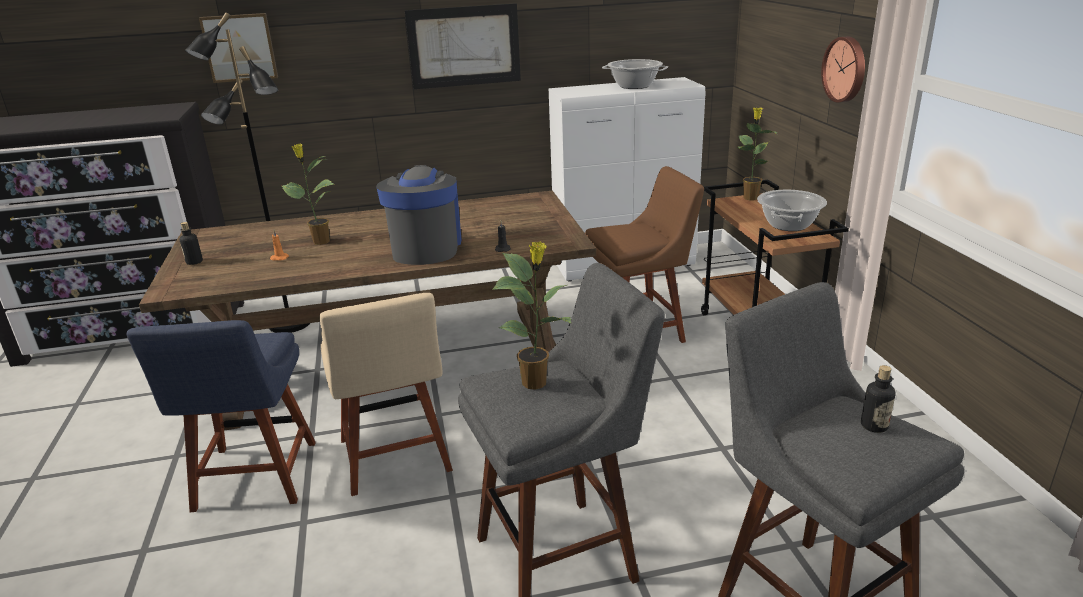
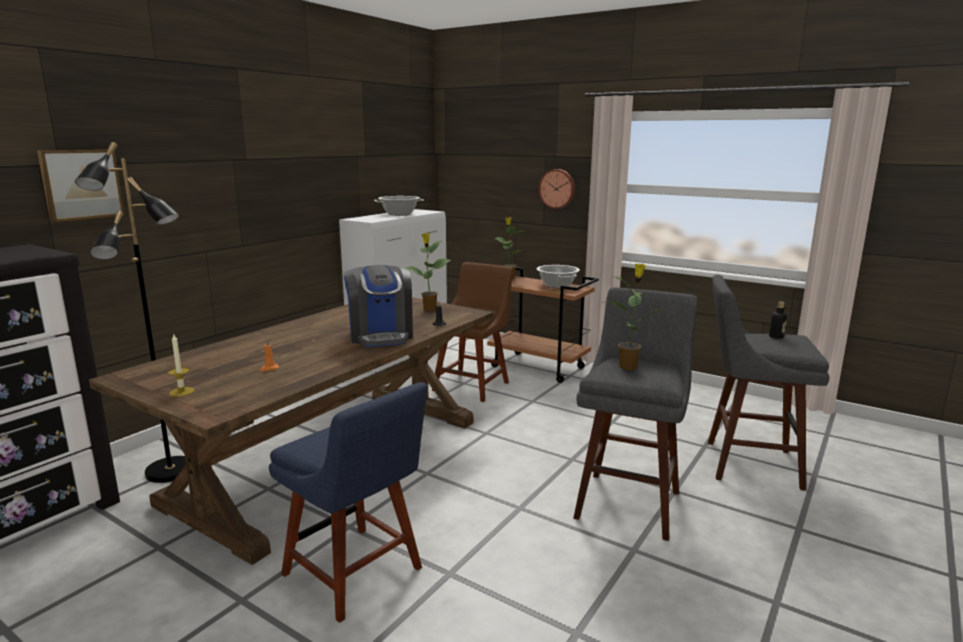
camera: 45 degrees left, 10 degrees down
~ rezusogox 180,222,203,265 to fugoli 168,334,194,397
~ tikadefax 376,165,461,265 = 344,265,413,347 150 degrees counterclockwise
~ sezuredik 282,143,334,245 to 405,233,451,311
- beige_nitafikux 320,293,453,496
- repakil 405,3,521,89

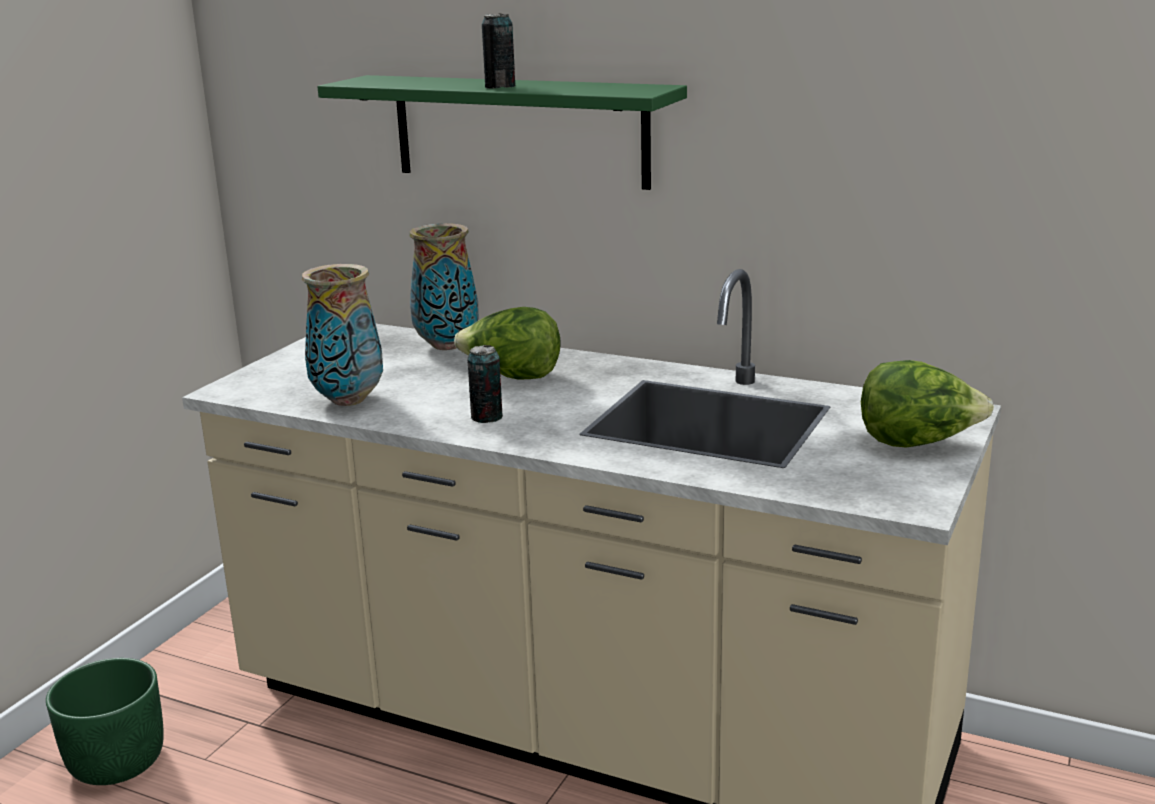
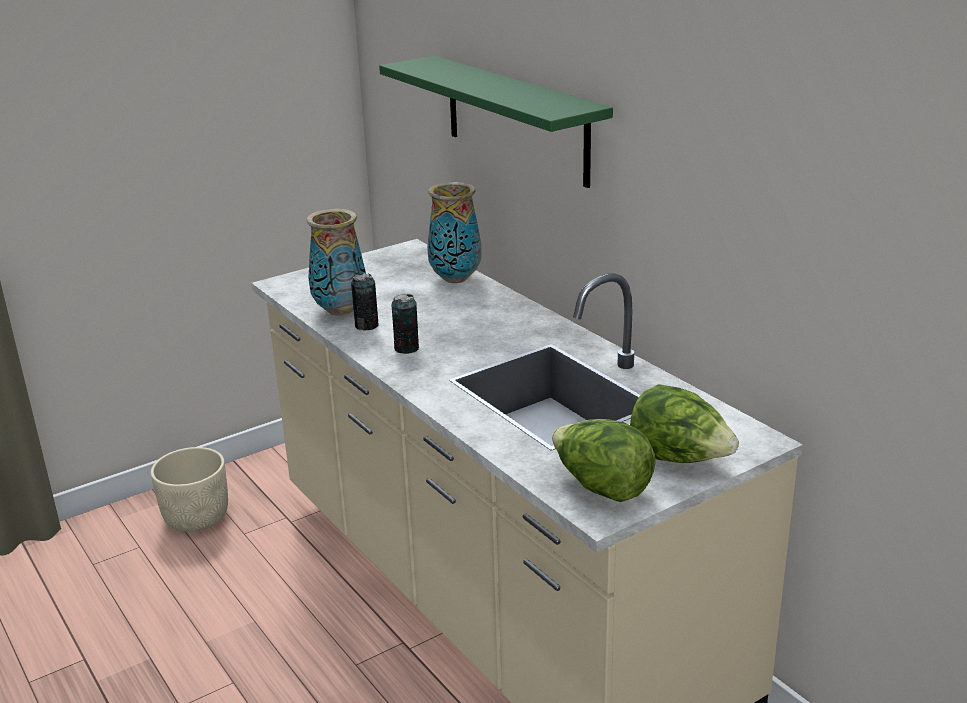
camera: 30 degrees right, 5 degrees up
~ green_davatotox 46,658,164,785 to beige_davatotox 151,447,228,532
~ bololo 482,13,515,89 to 351,273,378,331
~ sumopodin 454,307,561,379 to 552,419,656,502

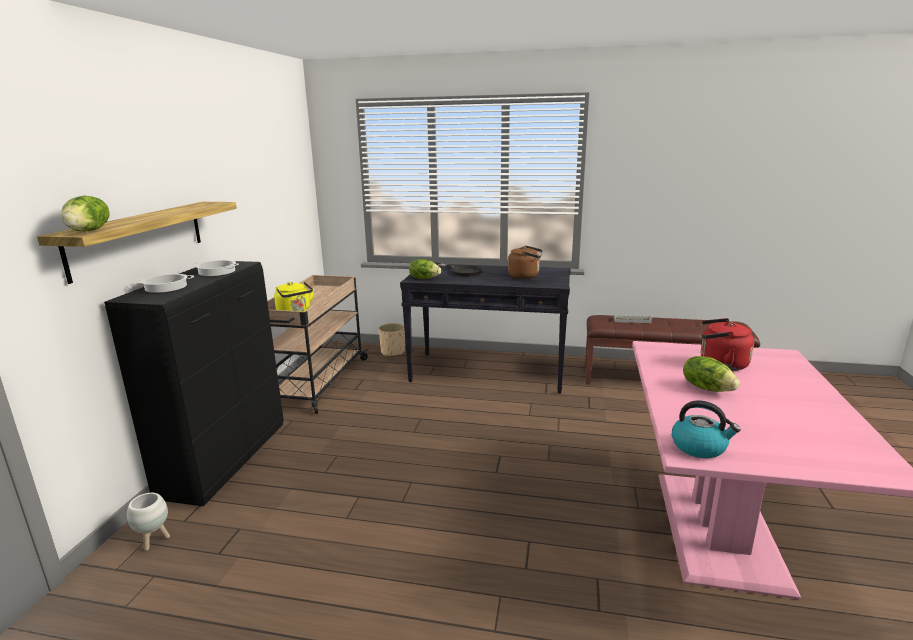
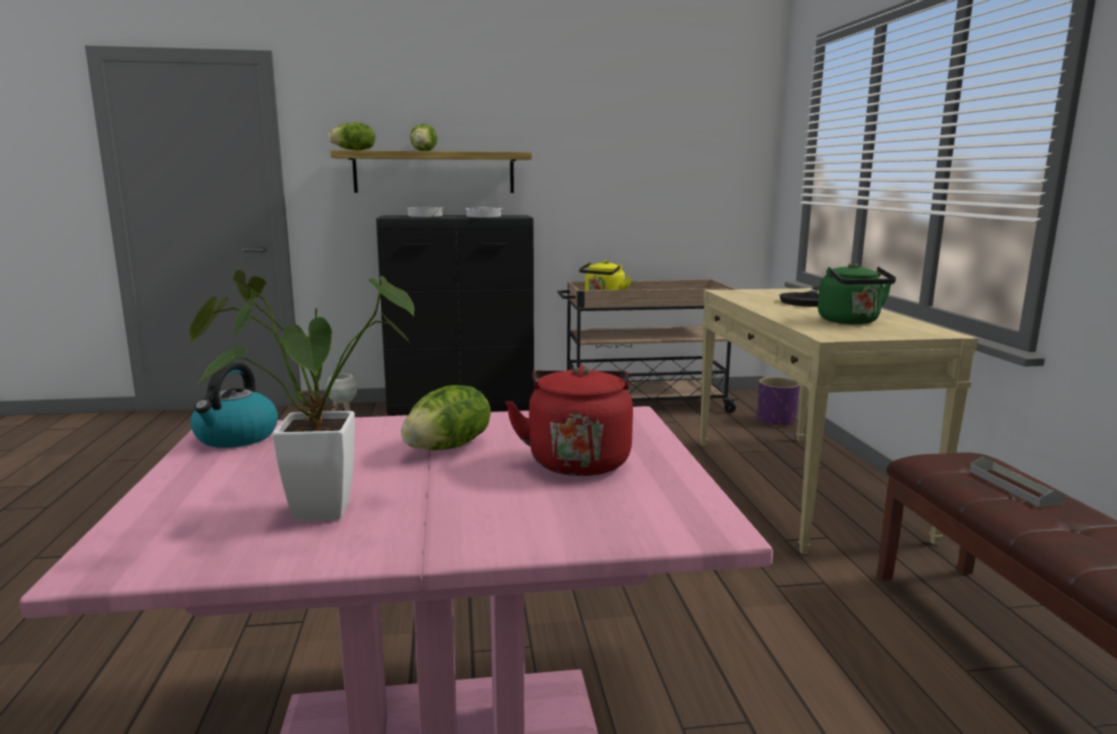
camera: 70 degrees right, 5 degrees down
+ sezuredik 189,270,415,521
~ sumopodin 409,259,441,279 to 410,124,437,151
~ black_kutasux 400,264,571,394 to beige_kutasux 699,288,978,554
~ beige_davatotox 379,323,405,356 to purple_davatotox 757,377,800,427
~ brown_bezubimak 508,246,542,279 to green_bezubimak 818,263,896,324

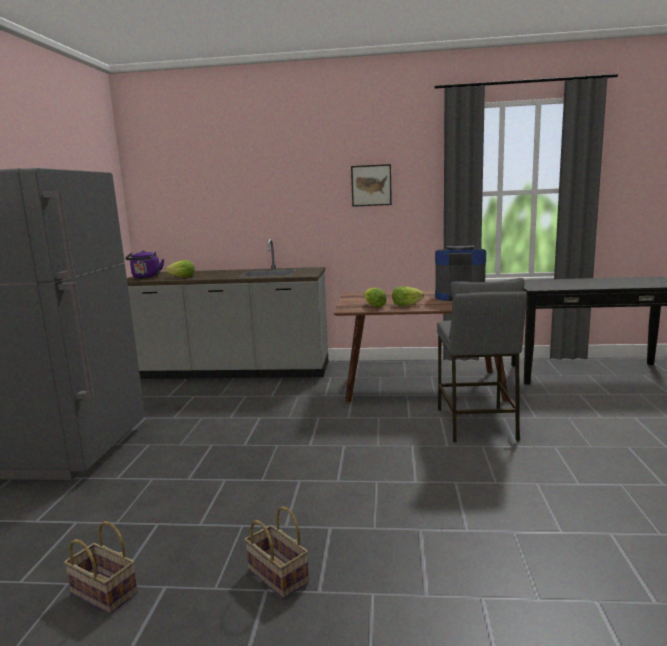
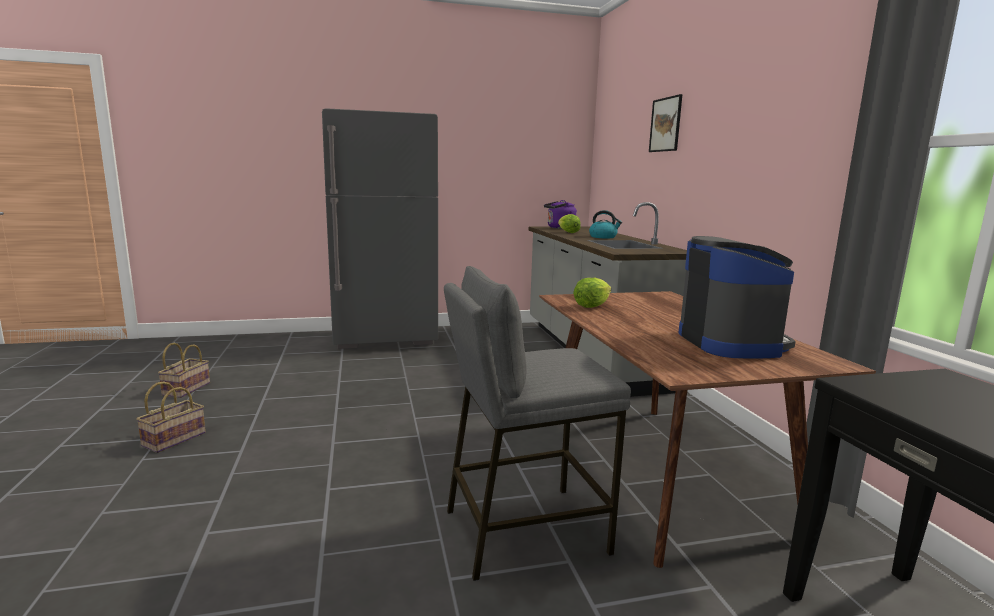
camera: 70 degrees right, 0 degrees up
+ bezubimak 589,210,622,238
~ repakil 351,164,392,207 to 649,94,682,152
- sumopodin 392,286,424,306

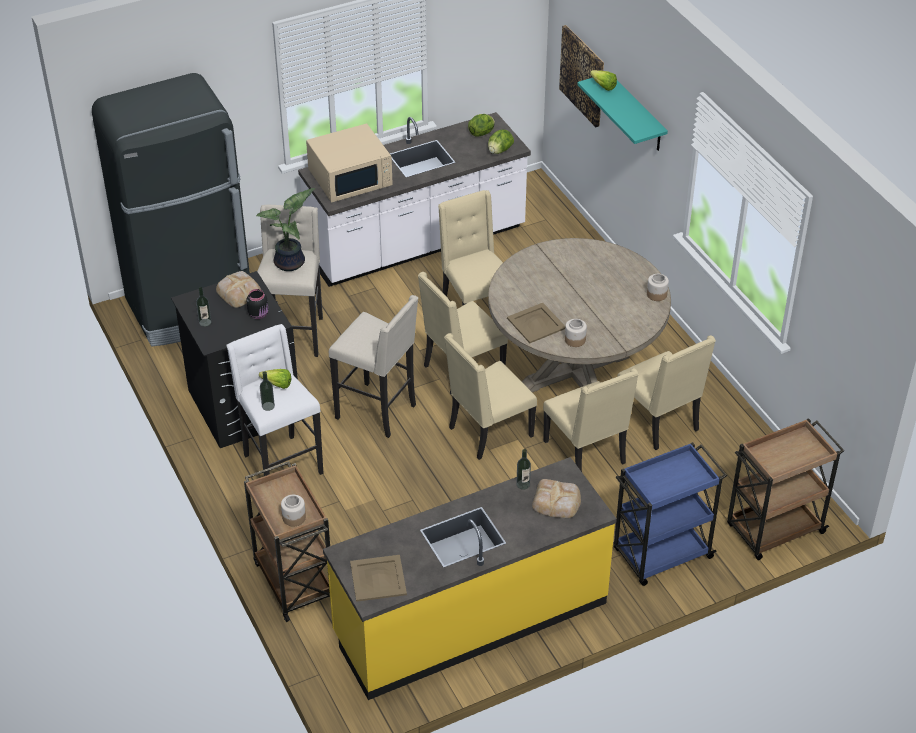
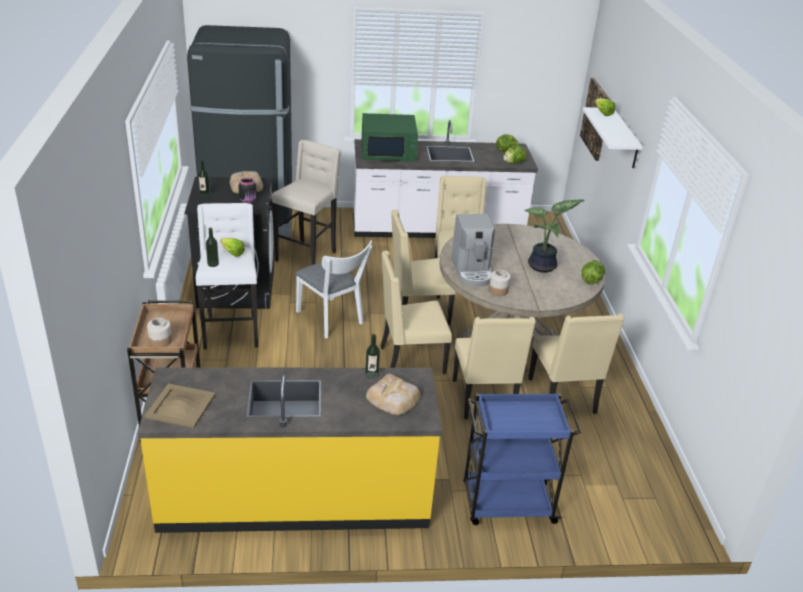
camera: 20 degrees right, 10 degrees down
~ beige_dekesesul 329,295,418,438 to white_nitafikux 295,241,372,338
~ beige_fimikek 306,123,392,202 to green_fimikek 362,113,418,161
~ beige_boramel 507,303,565,343 to tikadefax 451,214,495,287
~ sezuredik 256,188,315,271 to 524,199,585,273
~ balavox 647,274,669,301 to sumopodin 582,260,605,284
~ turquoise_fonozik 577,78,668,151 to white_fonozik 583,107,643,168
- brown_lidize 727,418,844,560

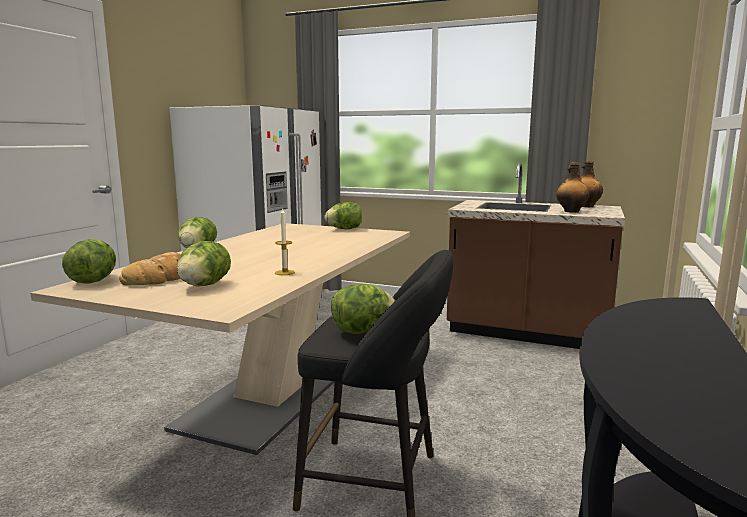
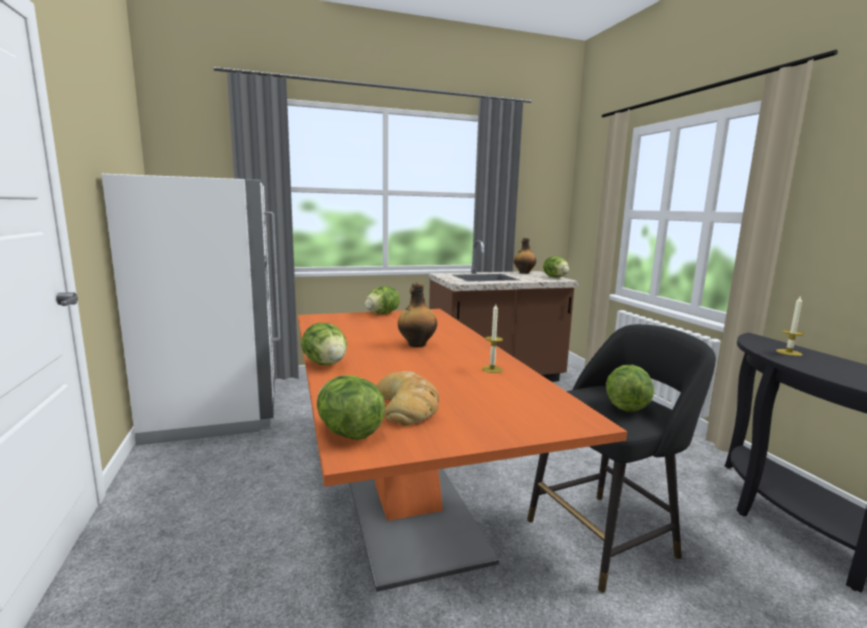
camera: 40 degrees left, 0 degrees up
~ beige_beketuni 30,223,410,455 to orange_beketuni 298,309,627,592
~ rezusogox 556,162,589,213 to 398,283,437,347
~ sumopodin 177,241,231,286 to 543,256,569,278
+ fugoli 776,297,805,356

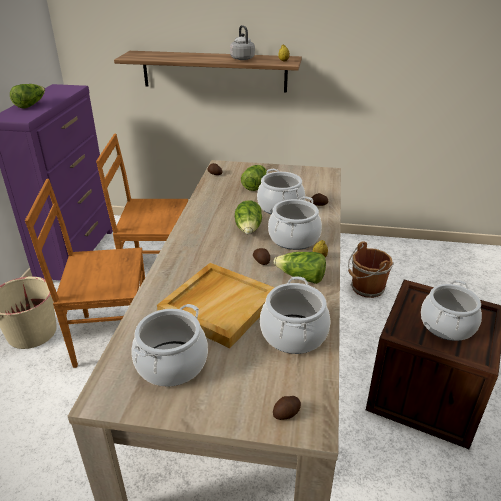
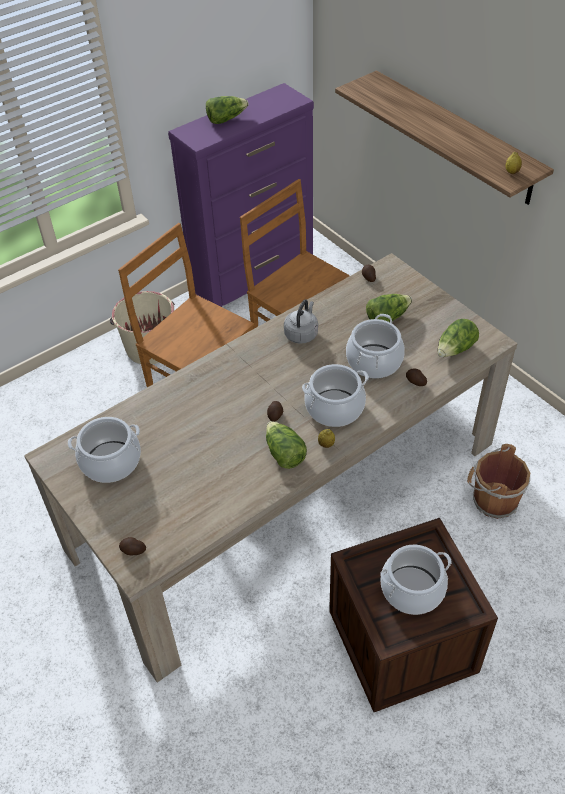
camera: 45 degrees right, 15 degrees up
~ grey_bezubimak 230,25,255,60 to 284,299,318,344
~ sumopodin 235,200,262,234 to 438,319,479,357
- beige_boramel 157,263,275,348
- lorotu 260,276,330,354

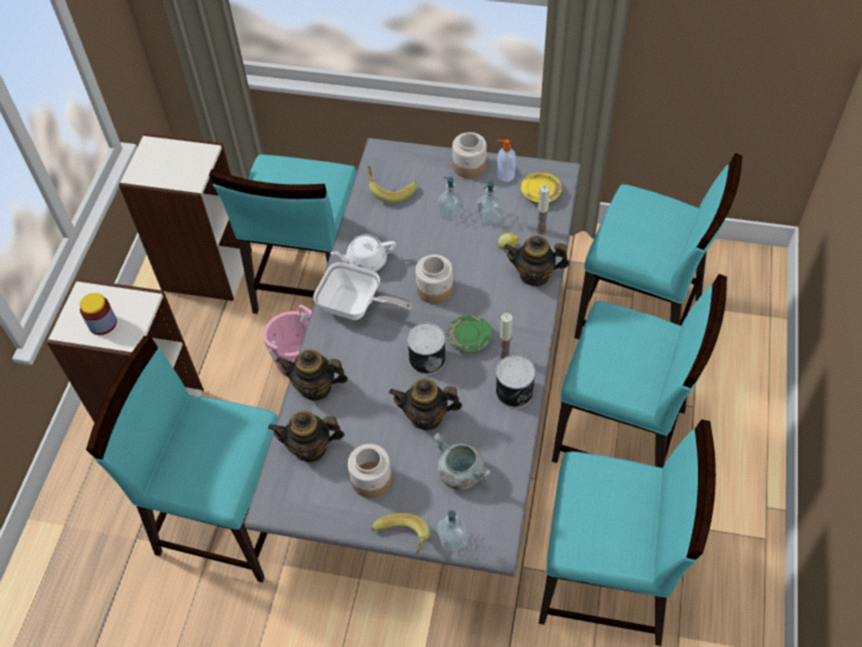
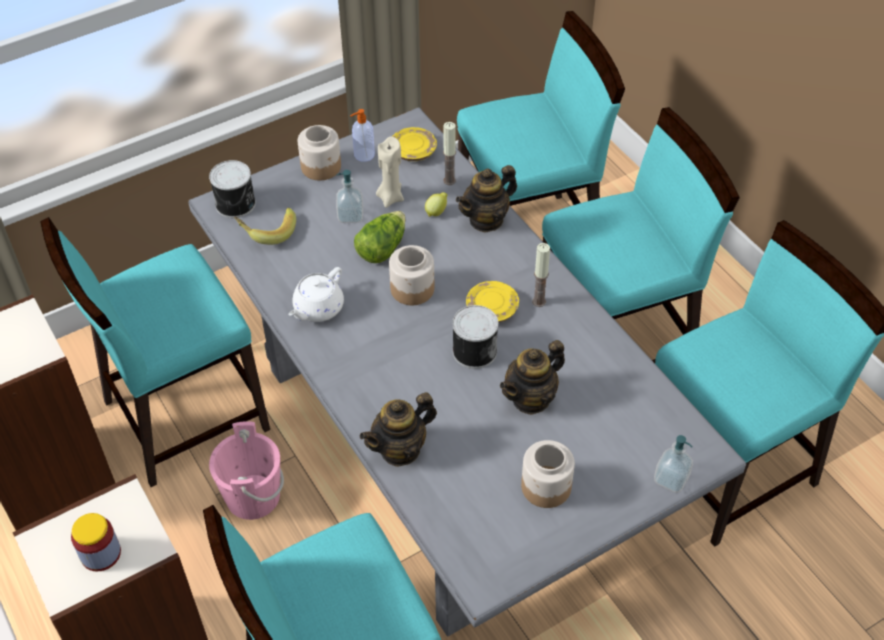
camera: 45 degrees left, 5 degrees down
~ turquoise_nitafikux 209,154,357,314 = 40,217,270,487 90 degrees clockwise
~ bololo 496,355,535,408 to 209,160,256,218
+ sumopodin 354,211,405,263
~ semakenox 477,181,503,225 to beige_fugoli 376,137,404,208
~ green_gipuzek 447,315,492,353 to yellow_gipuzek 466,281,519,323
- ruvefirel 268,411,345,463
- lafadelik 313,262,413,320
- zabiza 371,513,430,554
- grey_lorotu 433,433,492,490

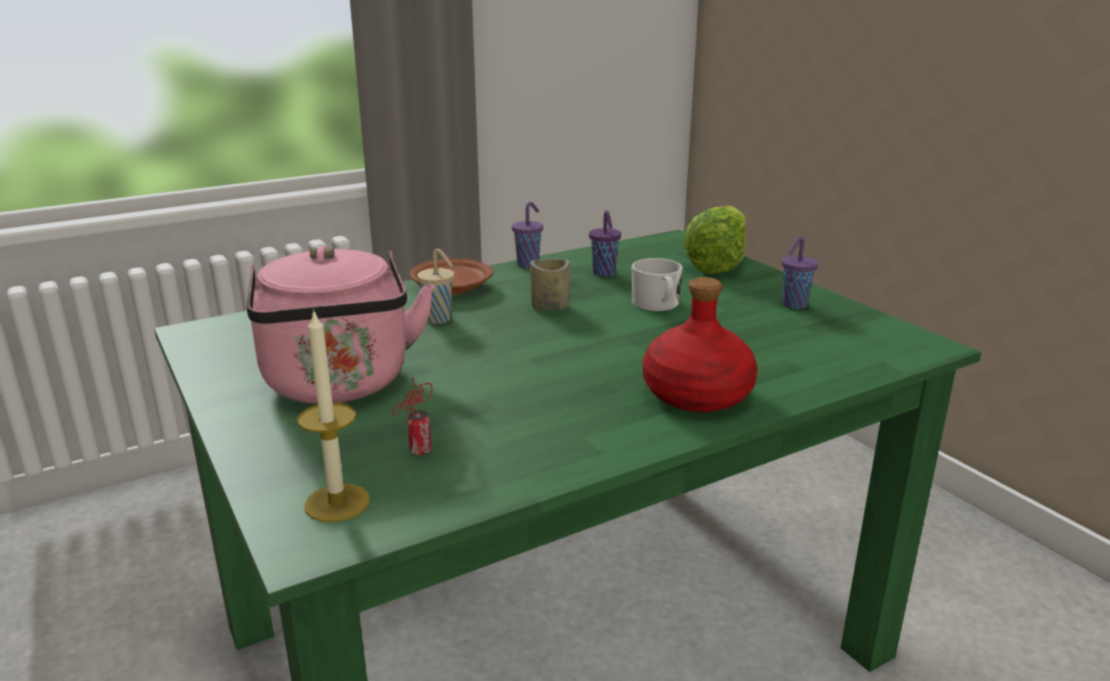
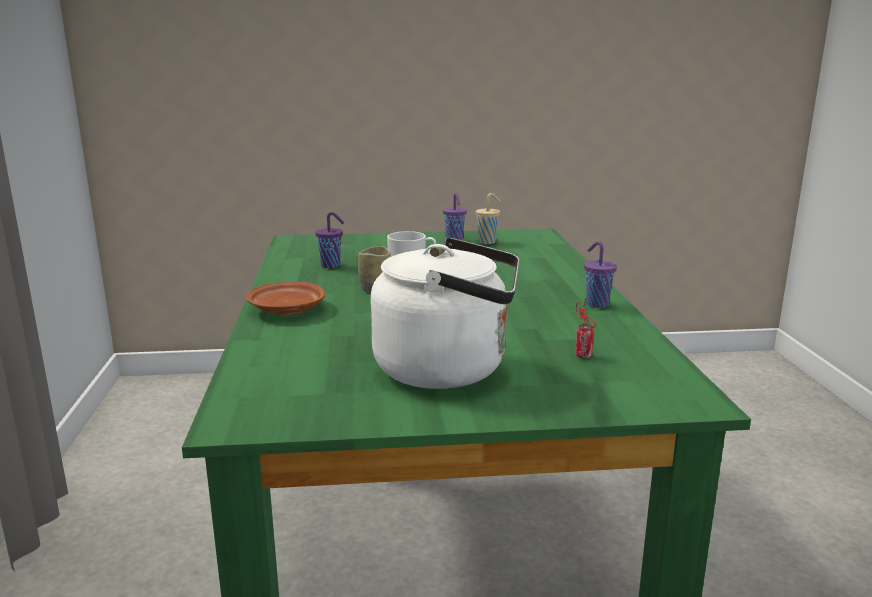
camera: 65 degrees left, 5 degrees down
~ pink_bezubimak 247,246,434,404 to white_bezubimak 370,238,519,389
~ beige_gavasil 417,249,455,324 to 476,193,500,244
~ purple_gavasil 512,202,543,268 to 584,241,617,308
- fugoli 297,309,370,522
- red_rezusogox 643,277,757,412
- sumopodin 684,205,746,274

